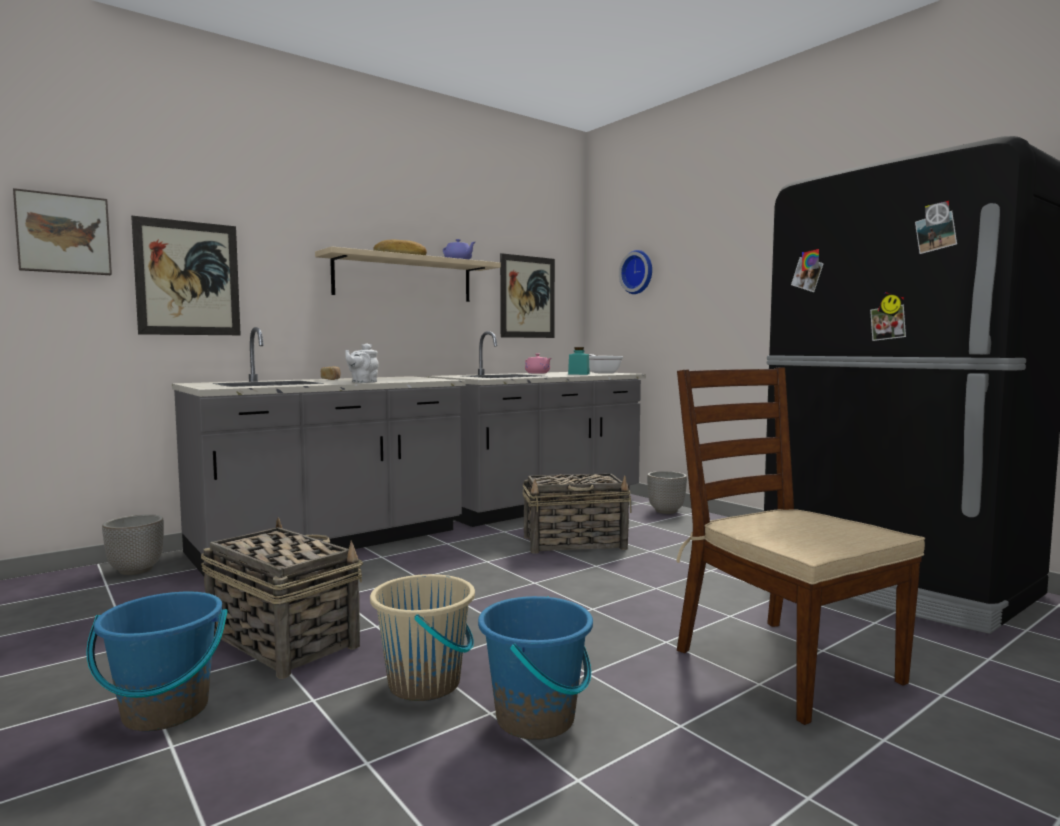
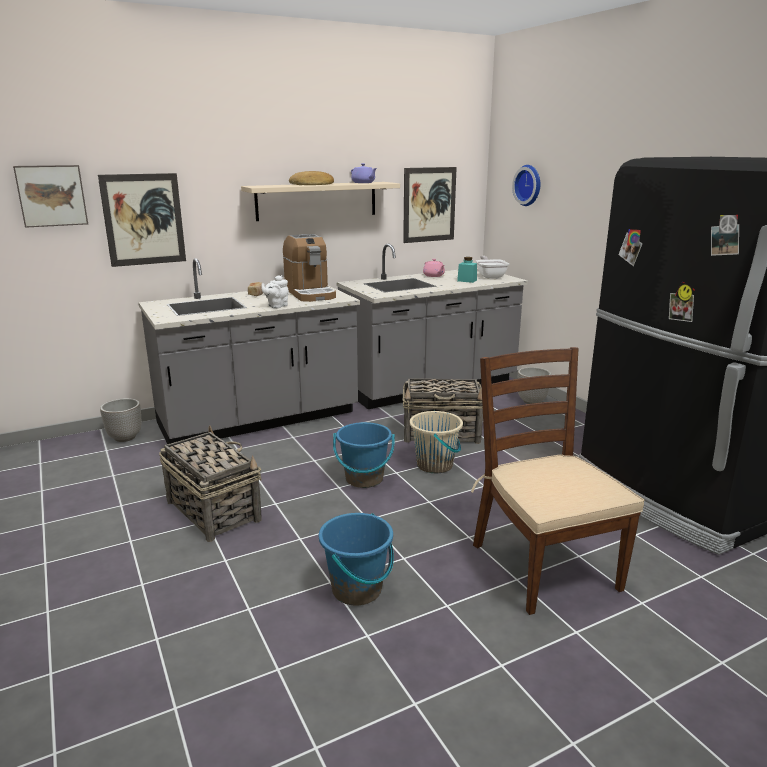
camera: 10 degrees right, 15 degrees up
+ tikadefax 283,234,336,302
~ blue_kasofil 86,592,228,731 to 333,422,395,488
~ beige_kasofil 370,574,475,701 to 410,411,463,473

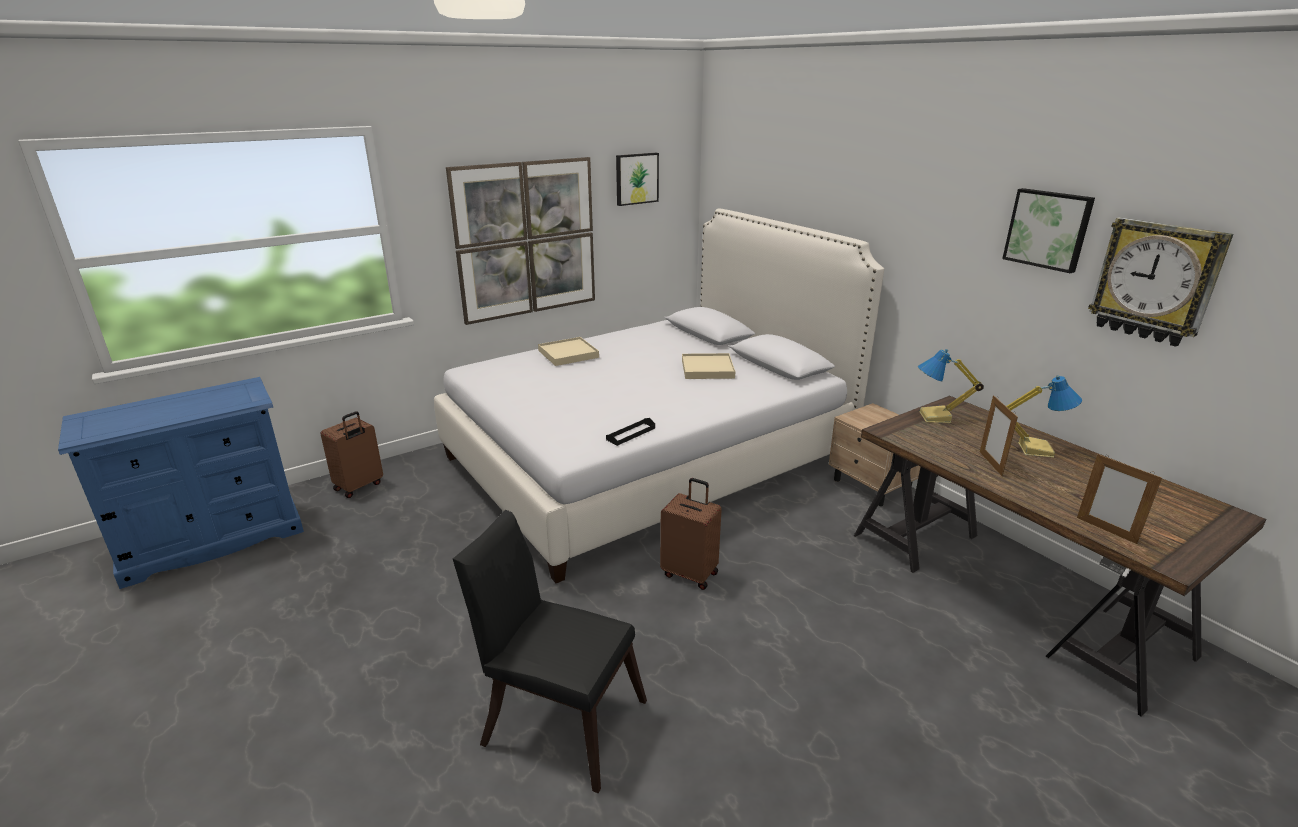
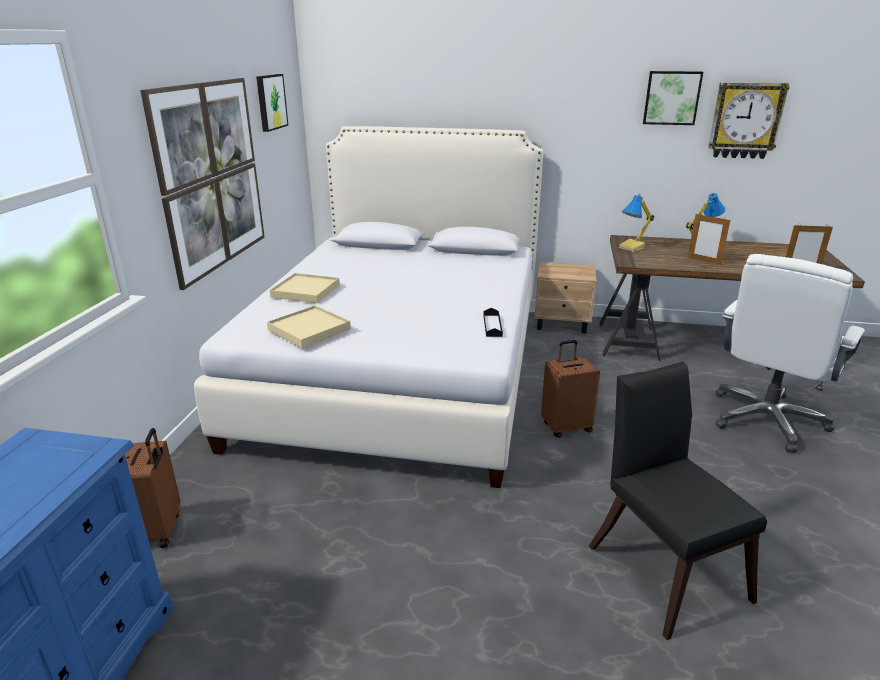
camera: 45 degrees left, 0 degrees up
~ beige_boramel 682,353,735,379 to 267,305,351,348
~ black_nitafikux 453,510,647,793 = 589,362,767,640 90 degrees clockwise
+ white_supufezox 715,254,865,453

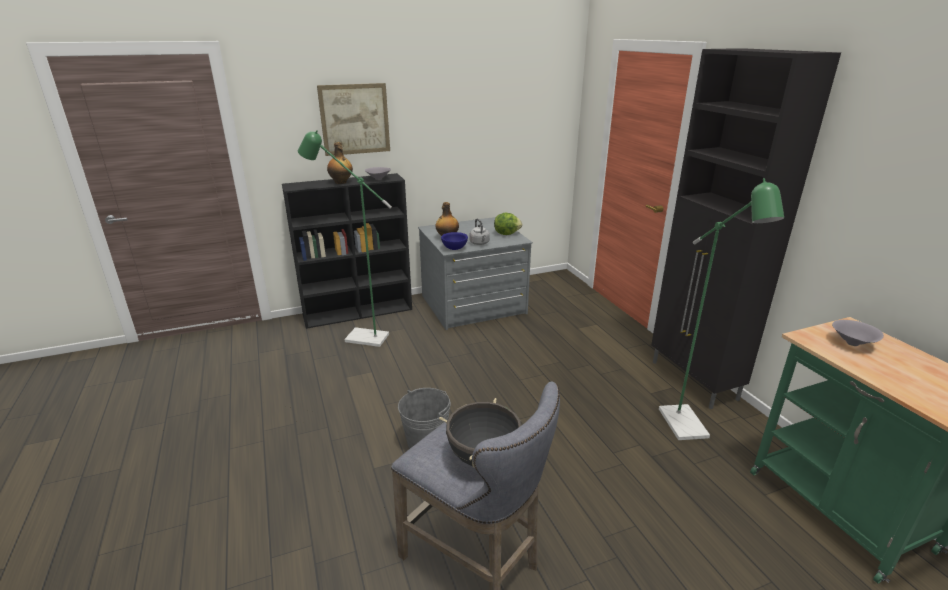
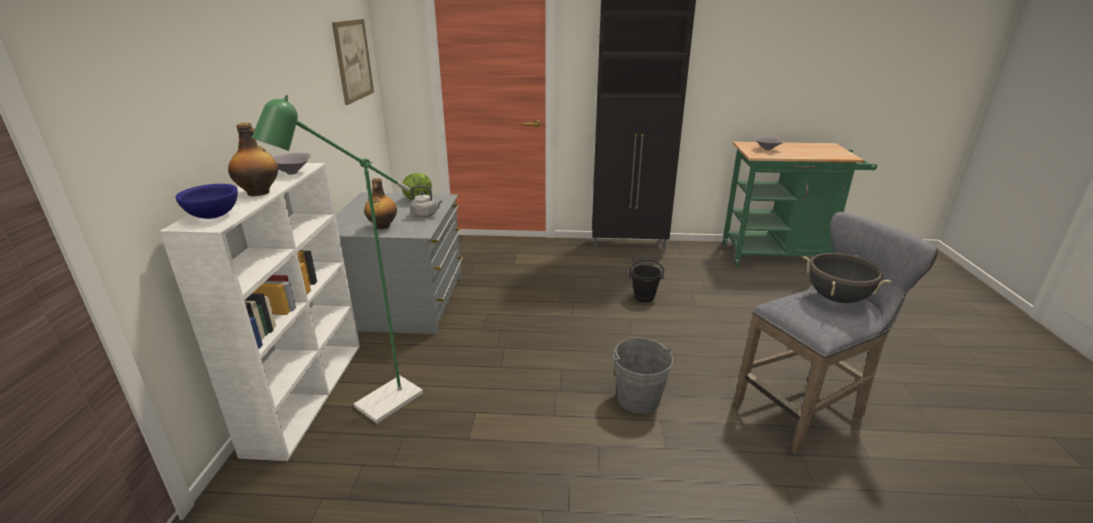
camera: 65 degrees left, 0 degrees up
~ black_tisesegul 282,173,412,329 to white_tisesegul 159,163,360,461
~ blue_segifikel 441,232,468,250 to 176,184,238,219
~ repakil 317,83,390,156 to 332,19,374,105
+ black_kasofil 629,259,664,302
- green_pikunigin 659,178,784,440

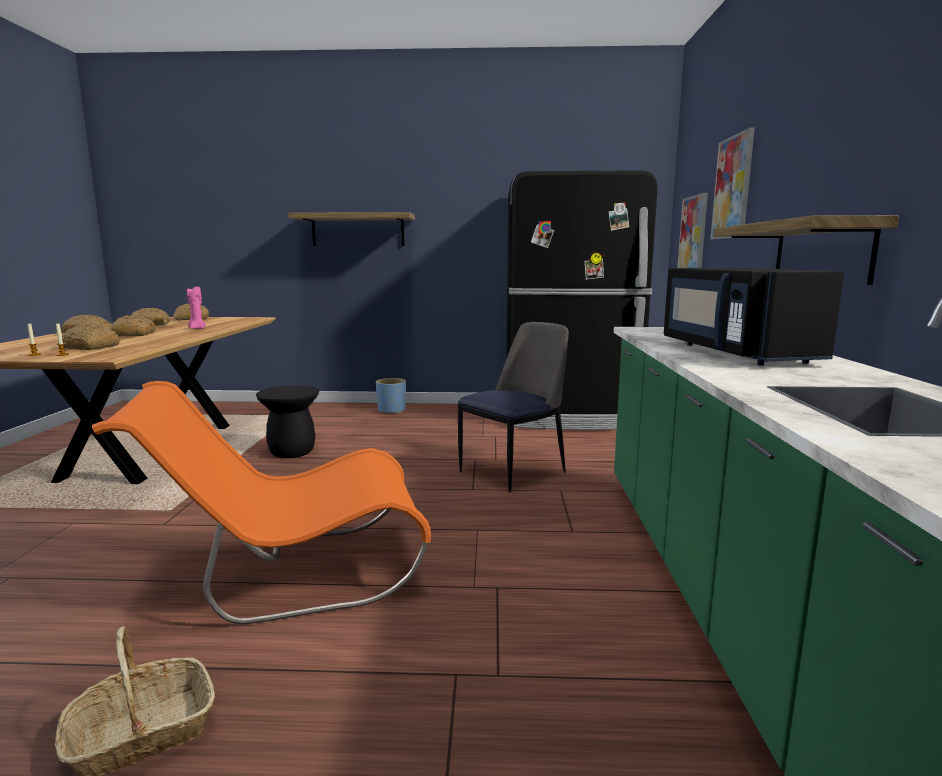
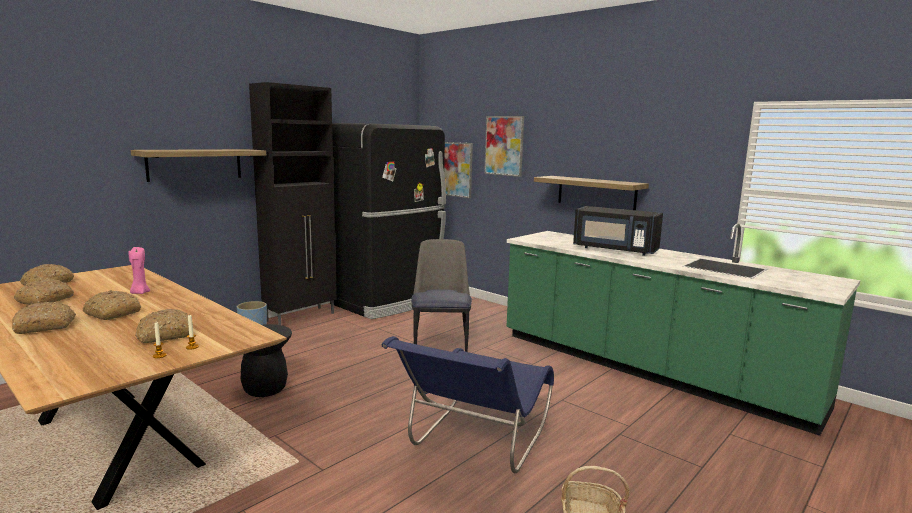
camera: 50 degrees left, 0 degrees up
+ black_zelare 249,82,337,325
~ orange_nitafikux 92,381,431,624 to blue_nitafikux 382,336,554,473

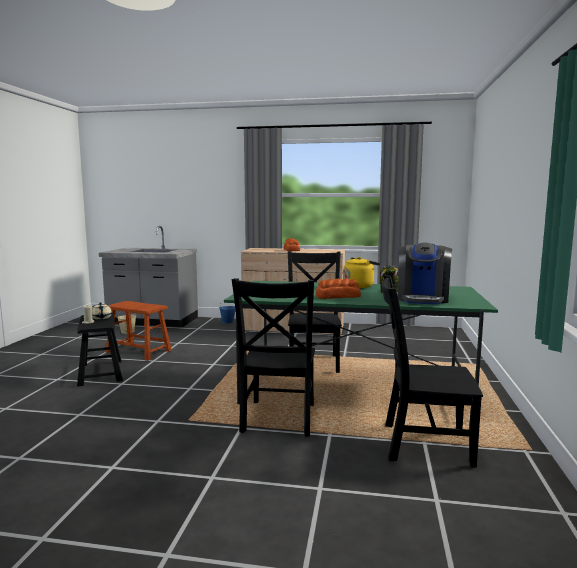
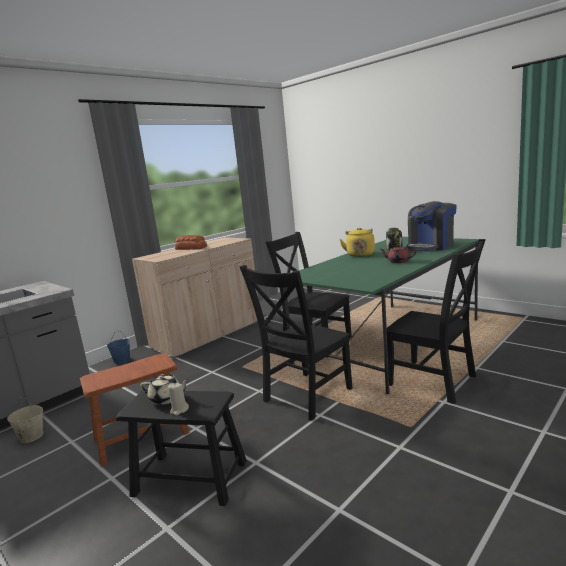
camera: 55 degrees left, 5 degrees up
~ black_nitafikux 382,275,483,468 to 239,265,353,421
~ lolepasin 316,279,361,299 to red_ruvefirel 380,245,416,263
~ tikadefax 398,243,452,305 = 406,201,457,251 90 degrees clockwise

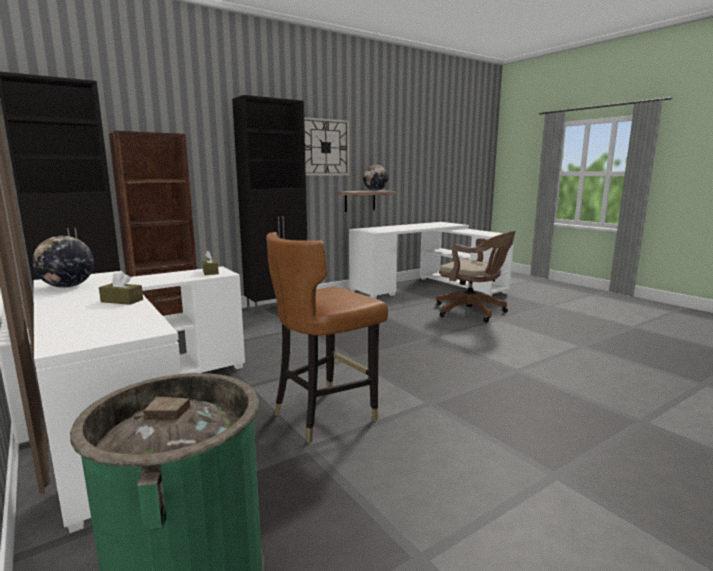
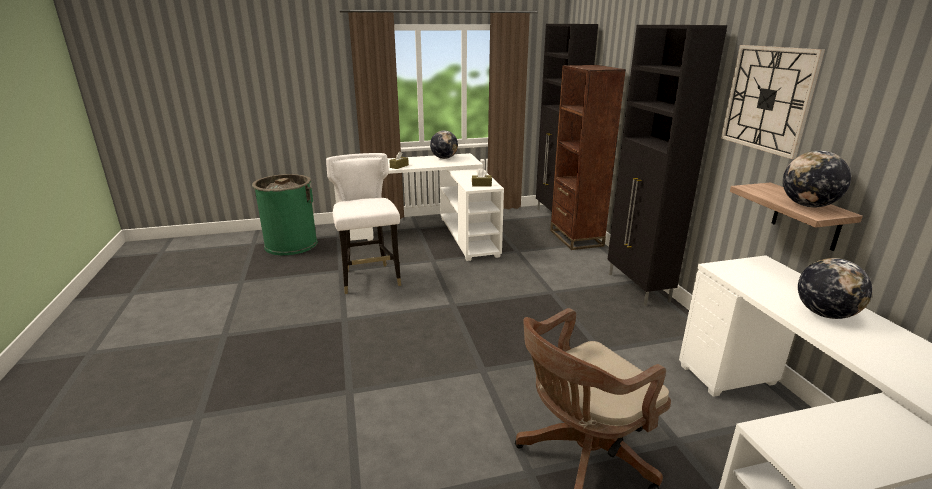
camera: 110 degrees right, 10 degrees up
~ brown_nitafikux 266,232,388,443 to white_nitafikux 326,153,401,294
+ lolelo 798,258,872,319

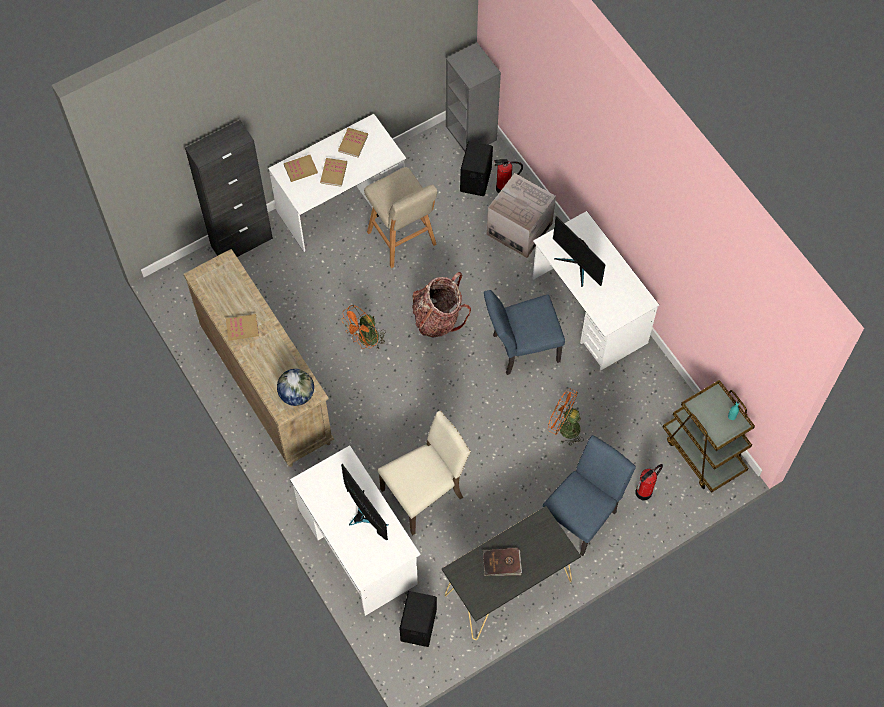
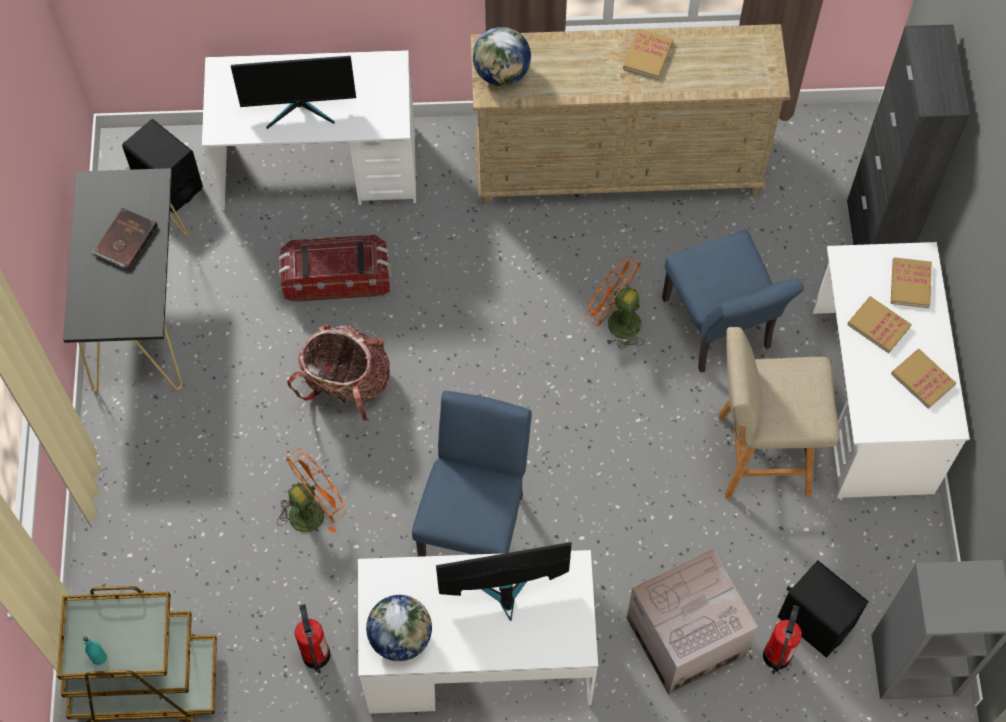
camera: 120 degrees right, 0 degrees up
~ beige_nitafikux 378,411,471,535 to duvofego 278,235,391,302
~ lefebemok 412,272,471,338 to 288,324,390,421
~ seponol 635,464,663,500 to 295,604,330,673
+ lolelo 366,595,432,661
~ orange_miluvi 341,305,385,349 = 585,256,644,349 45 degrees counterclockwise
~ blue_nitafikux 542,435,636,556 to 662,229,804,373

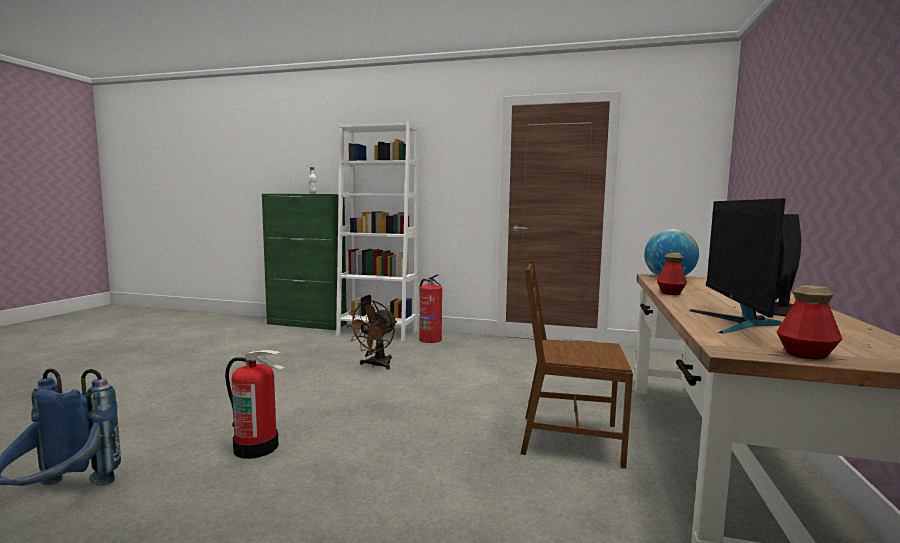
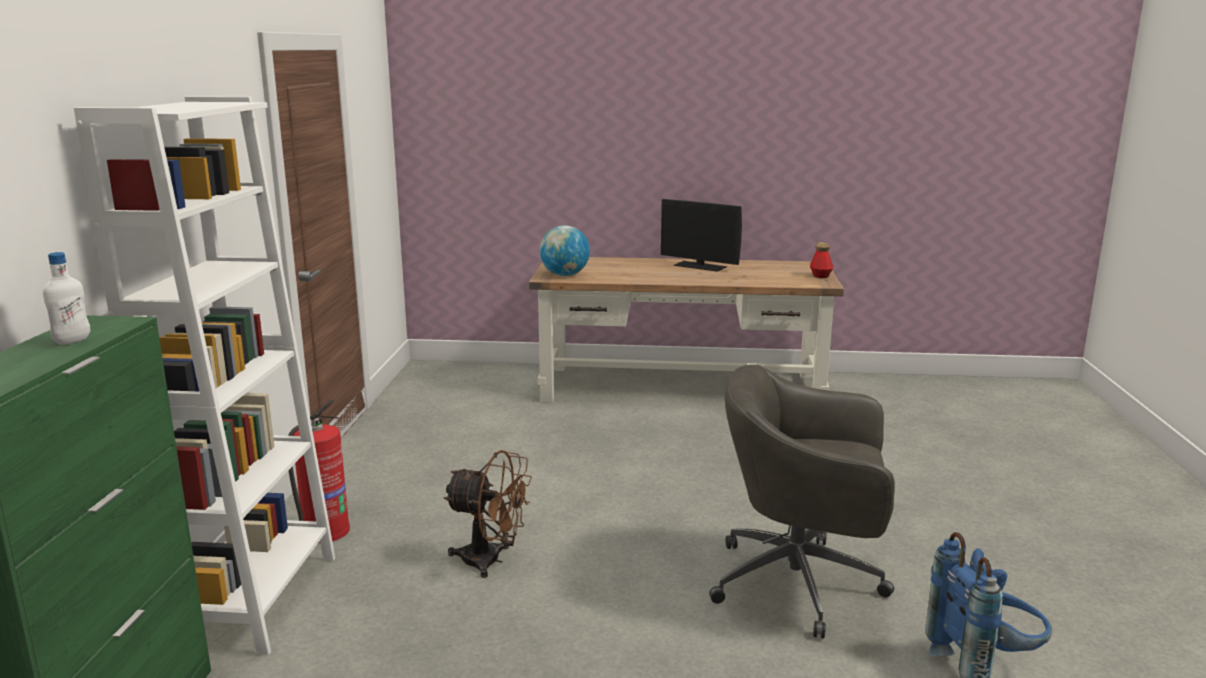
camera: 100 degrees left, 10 degrees up
~ seponol 225,350,284,459 to grey_supufezox 709,364,895,639
- brown_nitafikux 521,260,633,469
- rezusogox 657,253,687,295
- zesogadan 690,198,785,334

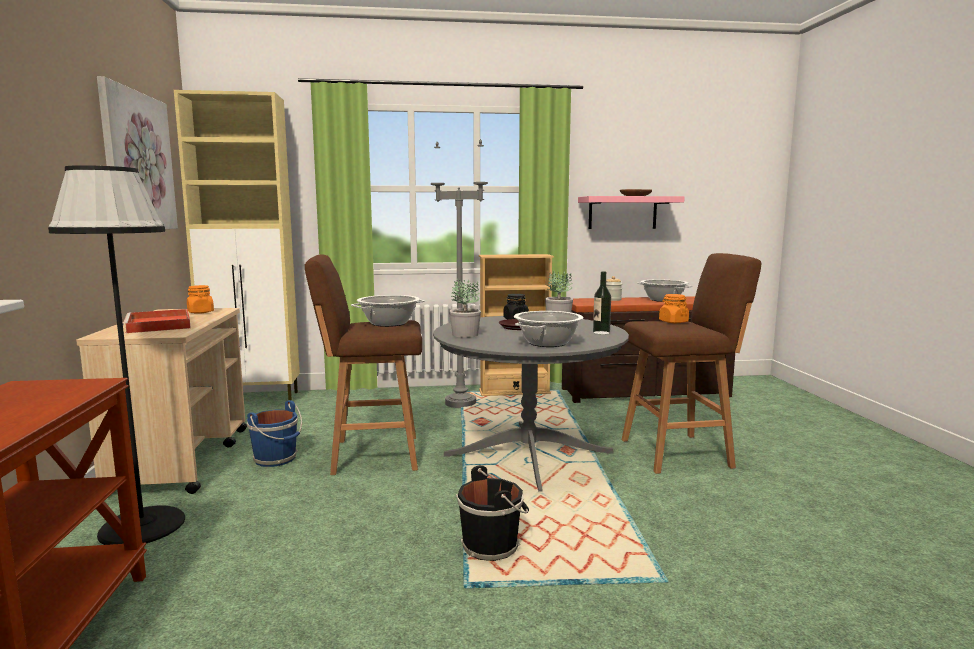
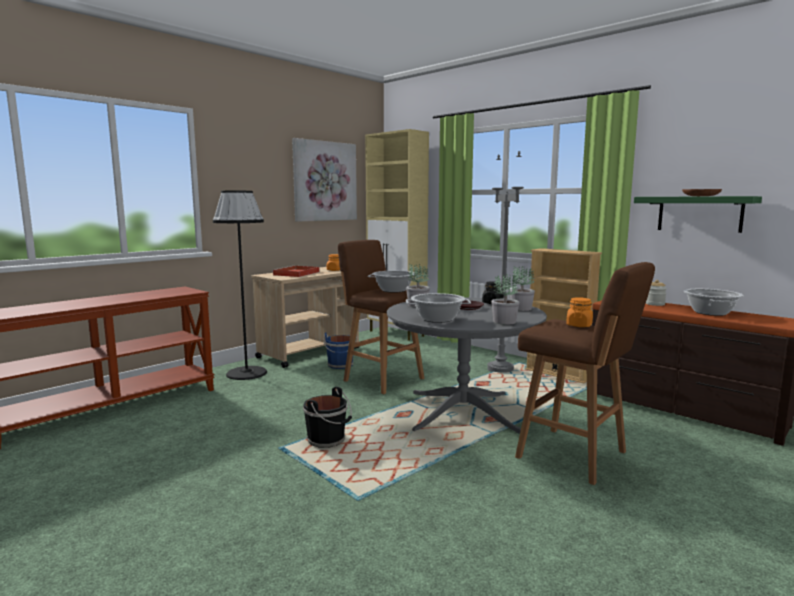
camera: 50 degrees right, 0 degrees up
~ rezusogox 593,271,611,335 to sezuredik 491,274,520,325
~ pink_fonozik 578,196,685,229 to green_fonozik 634,196,762,233

